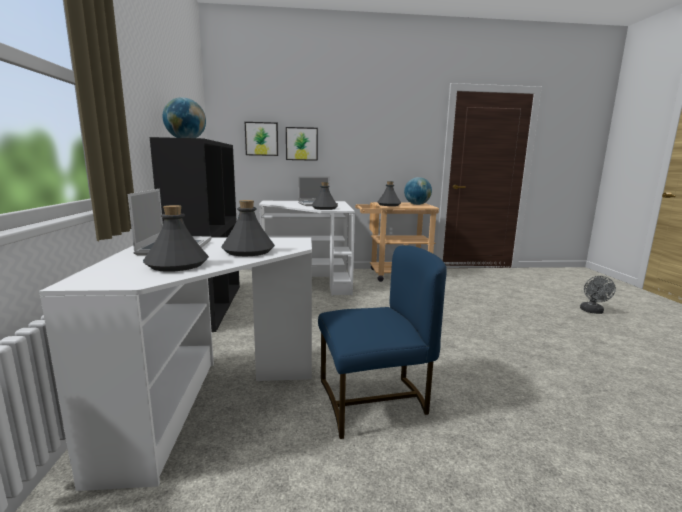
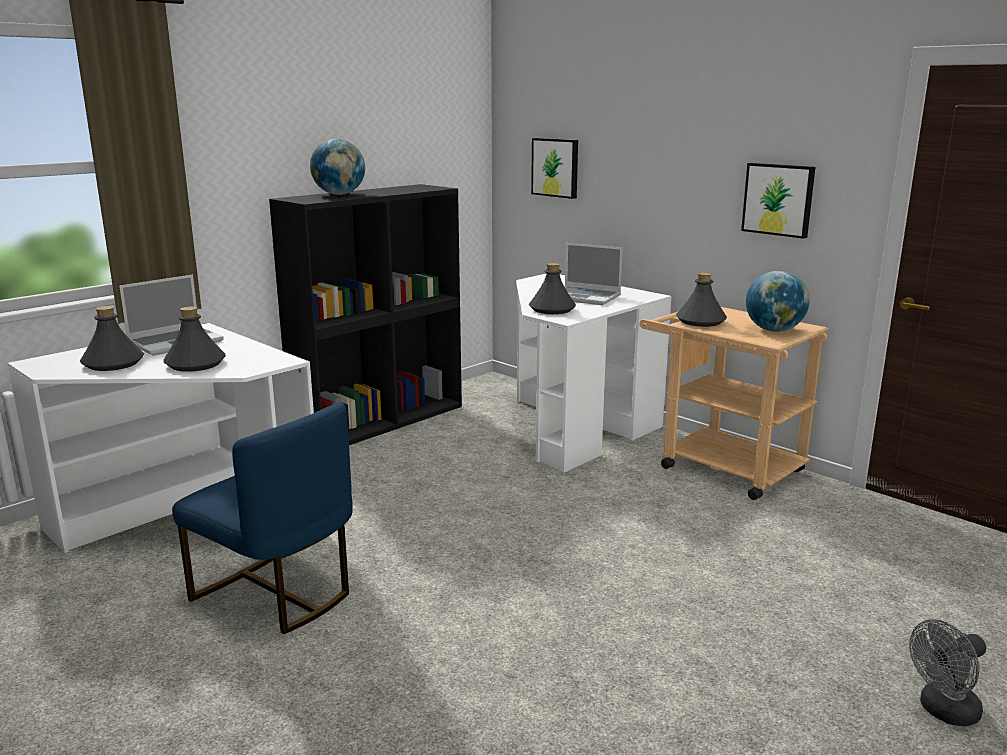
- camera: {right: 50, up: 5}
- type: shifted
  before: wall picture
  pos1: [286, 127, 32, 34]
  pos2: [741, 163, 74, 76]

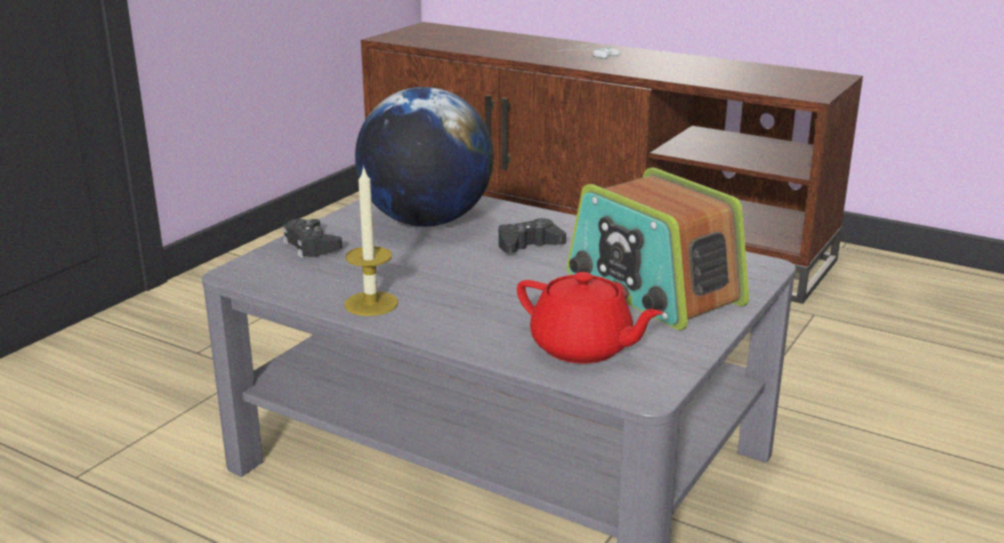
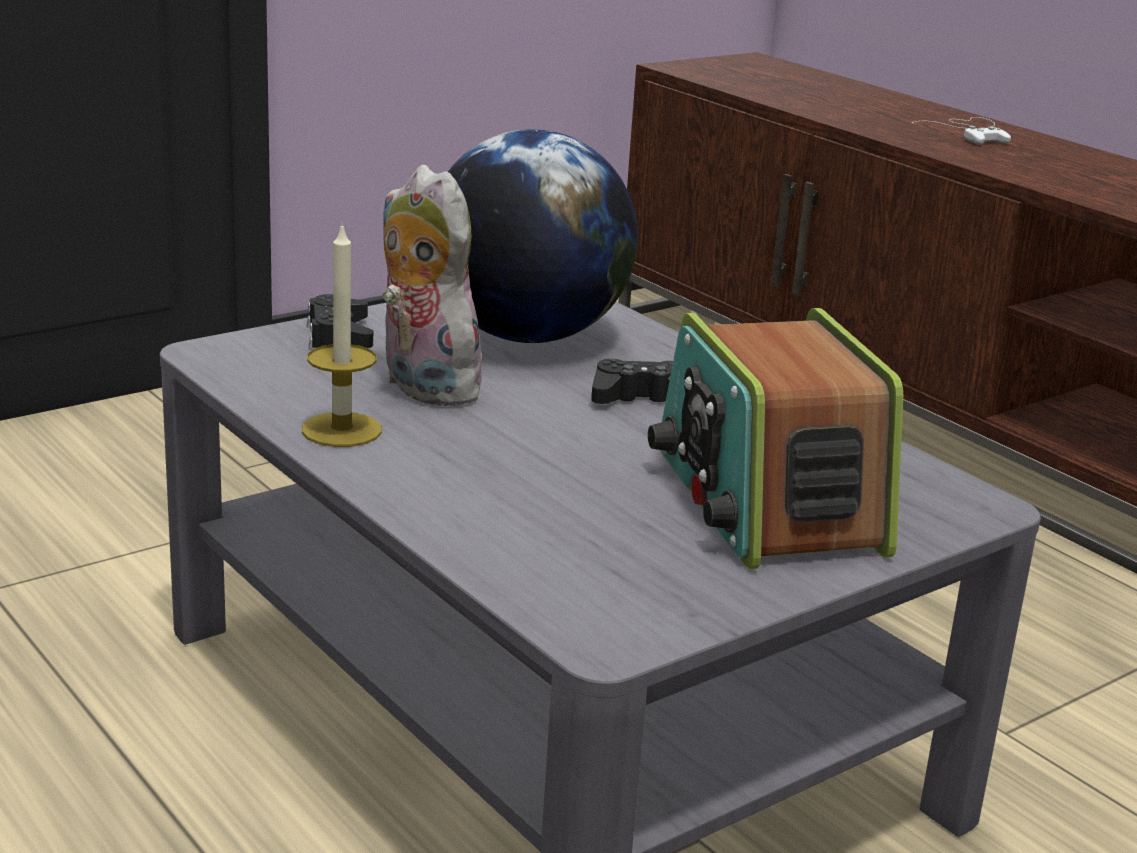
- camera: {right: 20, up: 0}
- type: new
  after: soft toy
  pos2: [382, 165, 109, 241]
- type: gone
  before: tea pot (reddish)
  pos1: [517, 272, 146, 91]

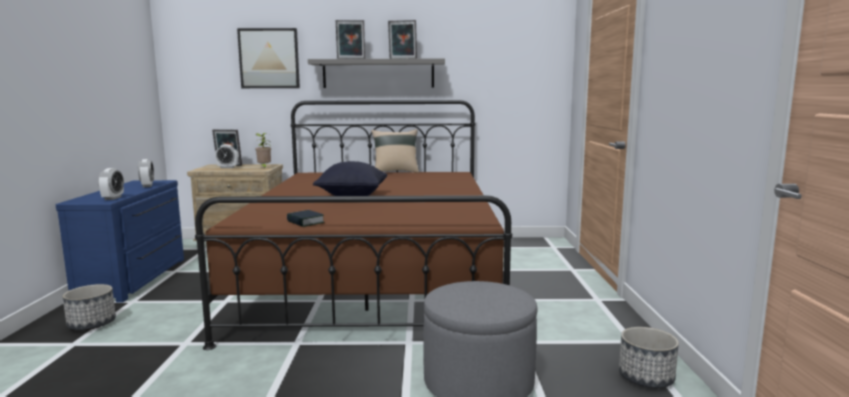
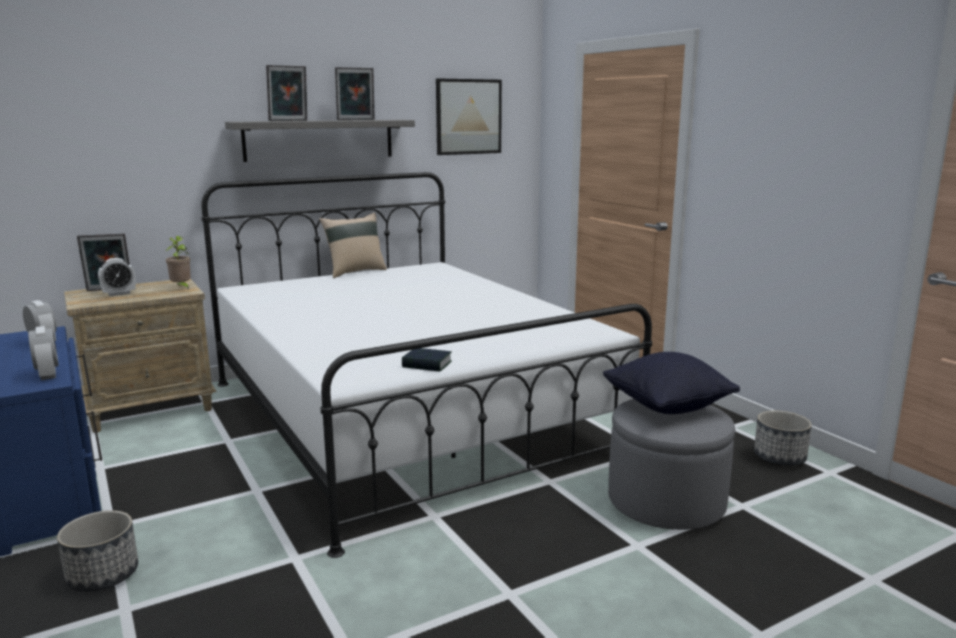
- camera: {right: -30, up: 5}
- type: repainted
  before: bedroom bed (brown)
  after: bedroom bed (white-coloured)
  pos1: [195, 100, 317, 250]
  pos2: [202, 172, 450, 386]
- type: shifted
  before: wall picture
  pos1: [237, 28, 63, 60]
  pos2: [436, 78, 66, 77]
- type: shifted
  before: cushion (blackish)
  pos1: [313, 161, 74, 35]
  pos2: [603, 352, 137, 62]

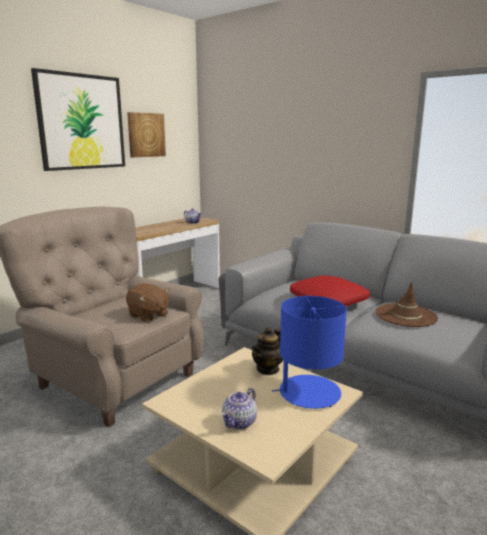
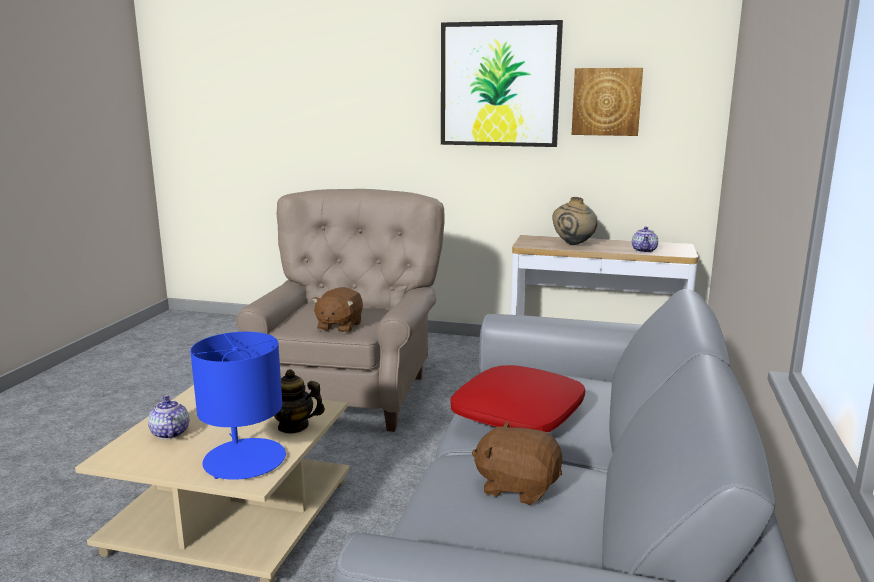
- camera: {right: 65, up: 0}
- type: rotated
  before: tea pot
  pos1: [222, 388, 35, 41]
  pos2: [148, 395, 41, 44]
  turn: 60
- type: swapped
  before: hat (brown)
  after: soft toy (brown)
  pos1: [375, 282, 63, 45]
  pos2: [472, 421, 90, 84]
- type: new
  after: decorative vase (beige-coloured)
  pos2: [552, 197, 46, 48]

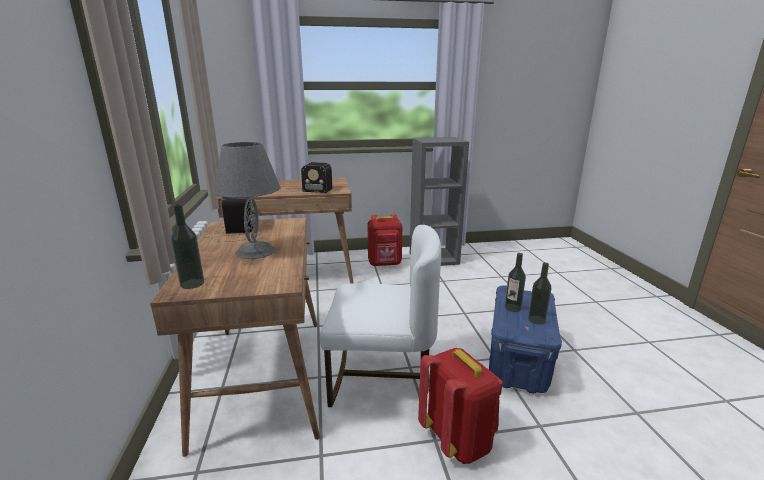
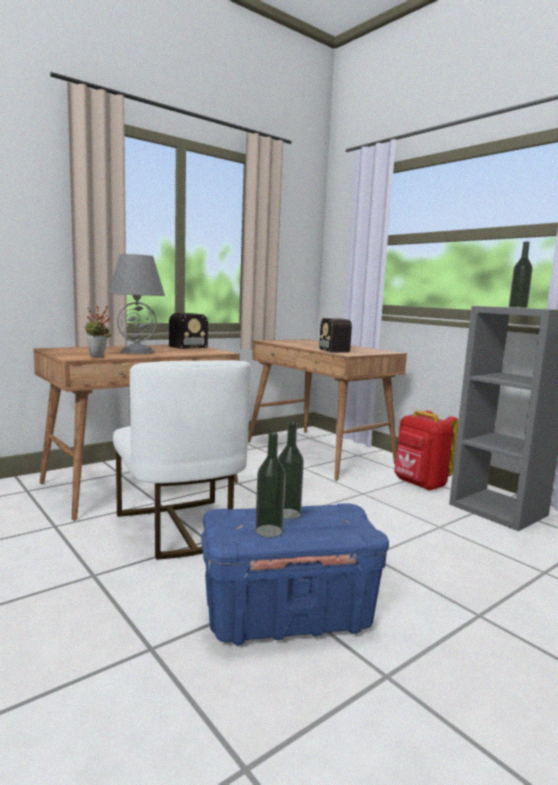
- camera: {right: 60, up: -10}
- type: new
  after: houseplant
  pos2: [85, 305, 26, 53]
- type: shifted
  before: beverage bottle
  pos1: [171, 204, 33, 85]
  pos2: [509, 241, 24, 67]
- type: gone
  before: knapsack (reddish)
  pos1: [418, 348, 84, 116]

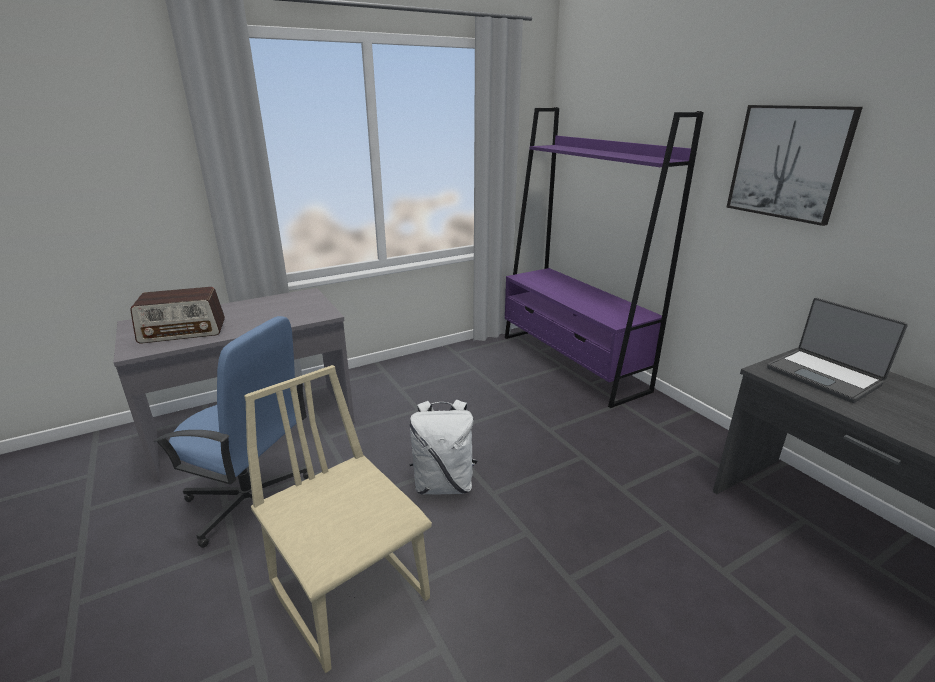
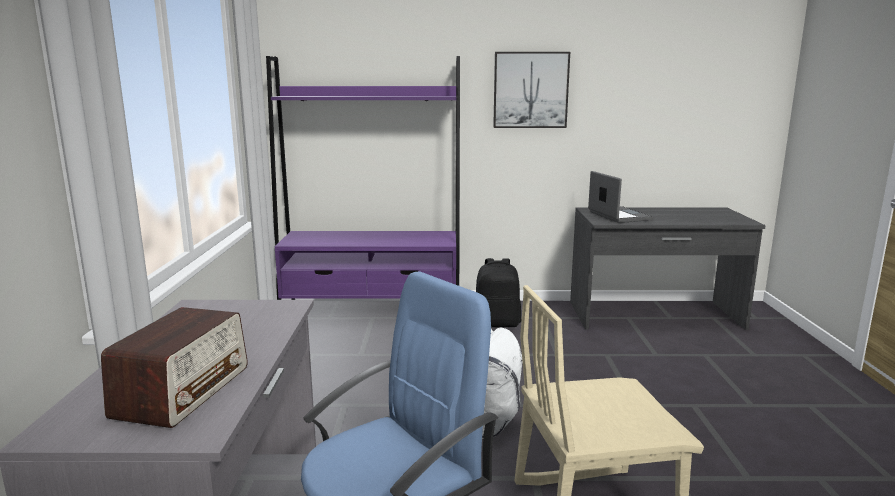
- camera: {right: -60, up: -10}
- type: new
  after: knapsack (blackish)
  pos2: [476, 258, 45, 69]
- type: rotated
  before: laptop
  pos1: [767, 298, 141, 105]
  pos2: [588, 171, 65, 52]
  turn: -105

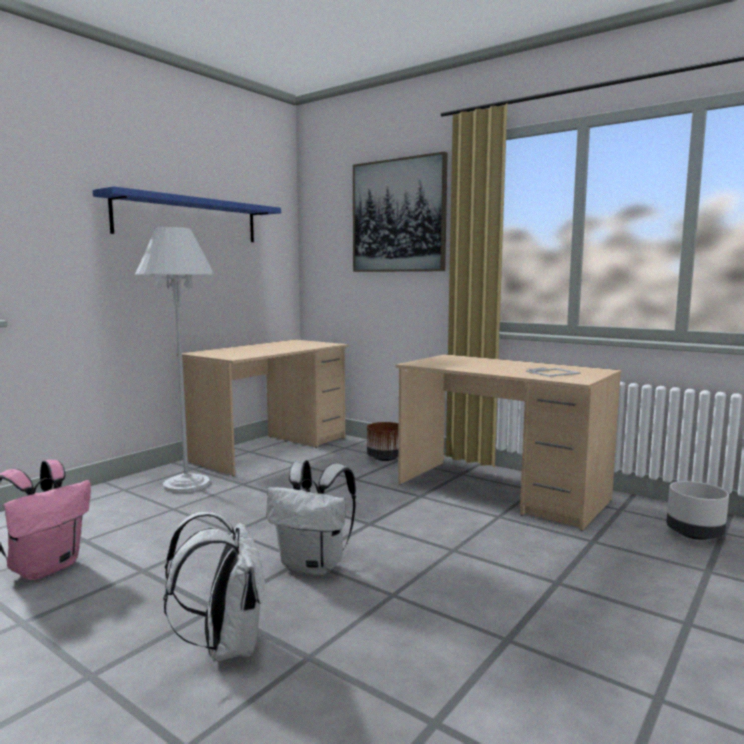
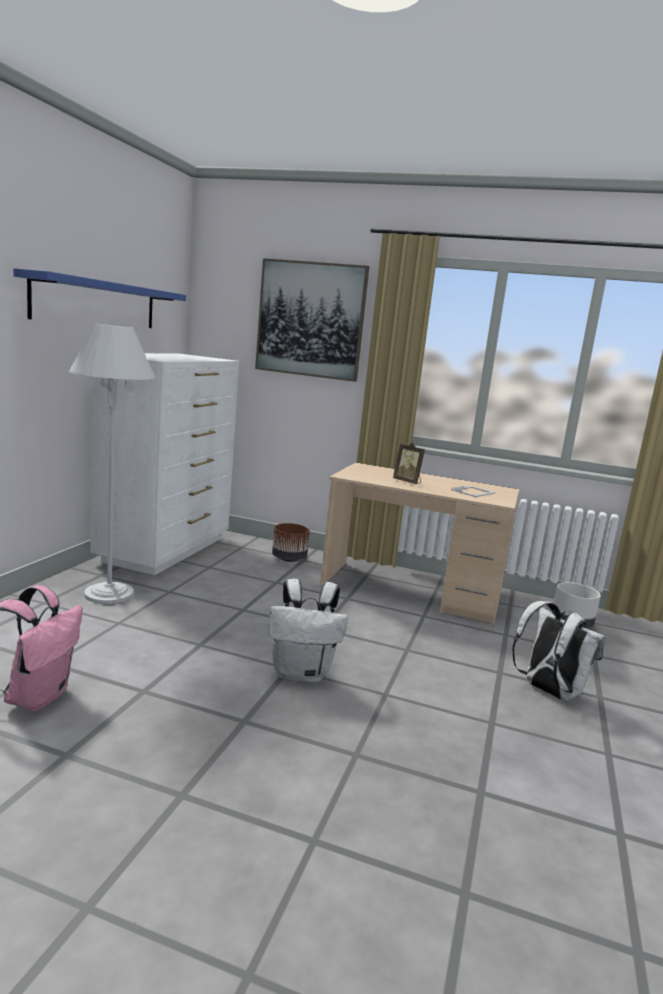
- camera: {right: -20, up: 5}
- type: swapped
  before: desk unit (beige-coloured)
  after: drawer chest (white-coloured)
  pos1: [177, 340, 171, 136]
  pos2: [90, 353, 149, 222]
- type: new
  after: photo frame
  pos2: [393, 442, 32, 42]
- type: shifted
  before: knapsack (white-coloured)
  pos1: [163, 512, 102, 150]
  pos2: [512, 601, 93, 100]

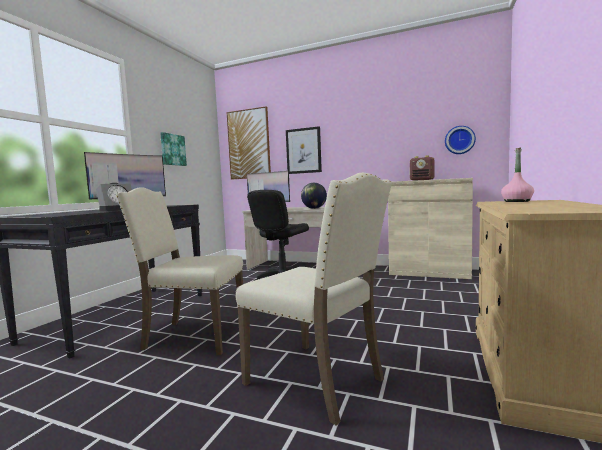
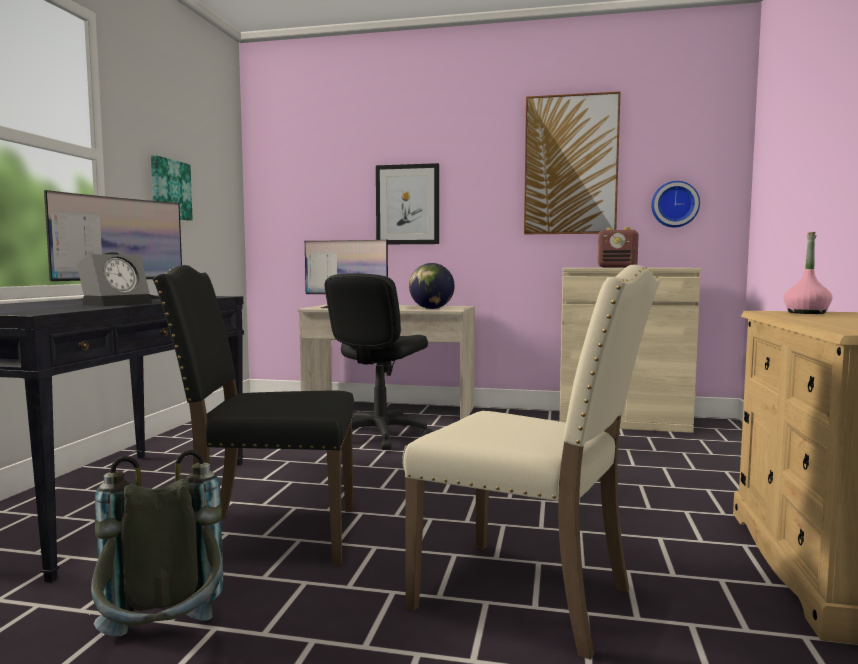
- camera: {right: -10, up: 0}
- type: new
  after: knapsack (grey)
  pos2: [91, 450, 133, 186]
- type: repainted
  before: plain chair (beige-coloured)
  after: plain chair (blackish)
  pos1: [116, 187, 127, 168]
  pos2: [153, 265, 201, 300]
- type: shifted
  before: wall picture
  pos1: [227, 107, 44, 73]
  pos2: [524, 92, 97, 142]

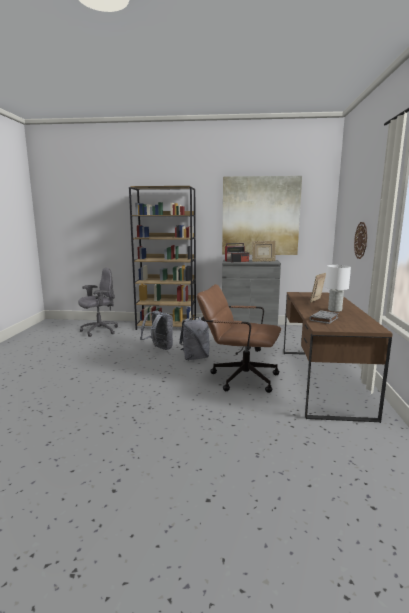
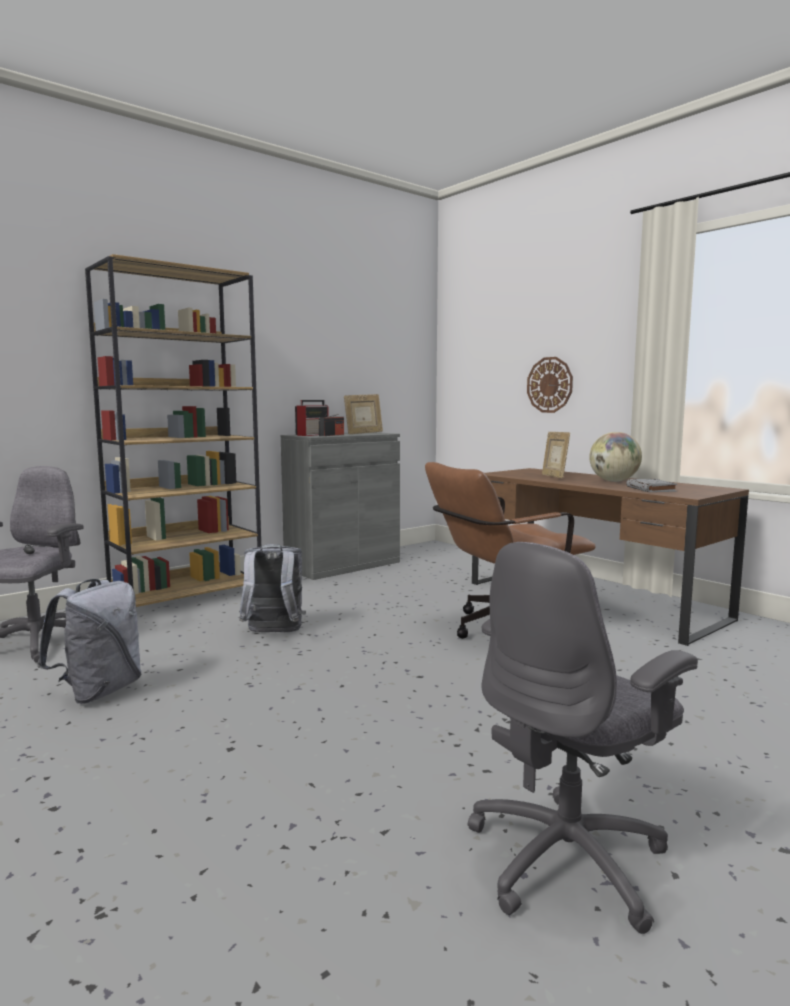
- camera: {right: -45, up: -5}
- type: shifted
  before: knapsack (grey)
  pos1: [179, 317, 30, 43]
  pos2: [37, 579, 105, 125]
- type: new
  after: office chair (grey)
  pos2: [467, 542, 231, 392]
- type: swapped
  before: tabletop lamp (white-coloured)
  after: world globe
  pos1: [325, 265, 26, 47]
  pos2: [589, 432, 53, 50]
- type: gone
  before: wall picture
  pos1: [222, 176, 80, 79]

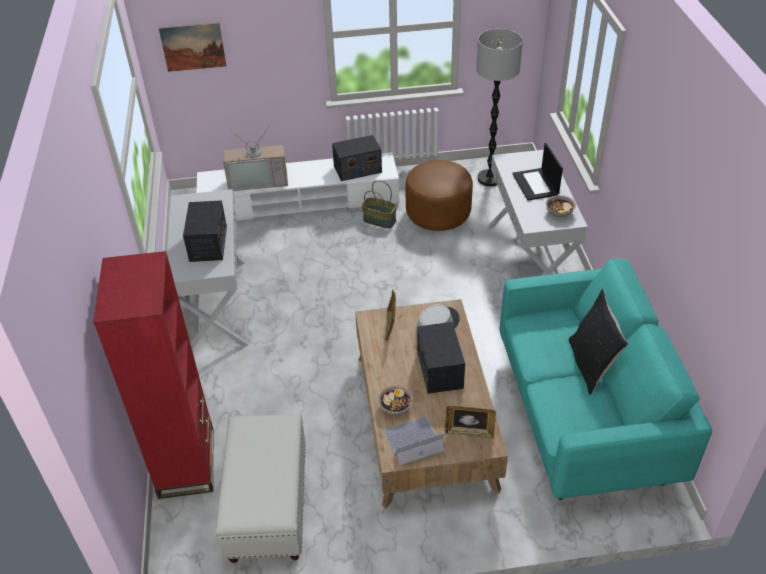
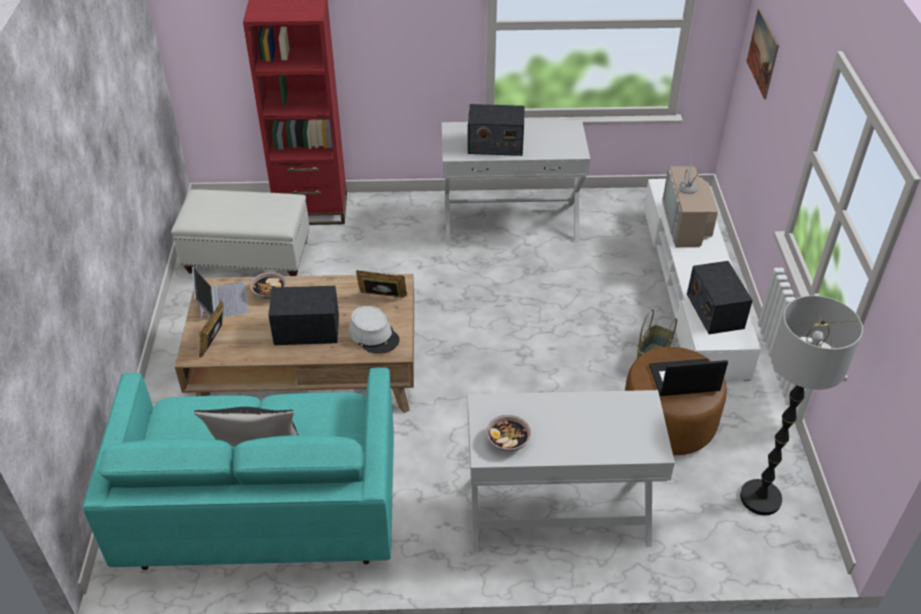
- camera: {right: 95, up: 0}
- type: shifted
  before: laptop
  pos1: [512, 143, 51, 57]
  pos2: [649, 359, 79, 37]

